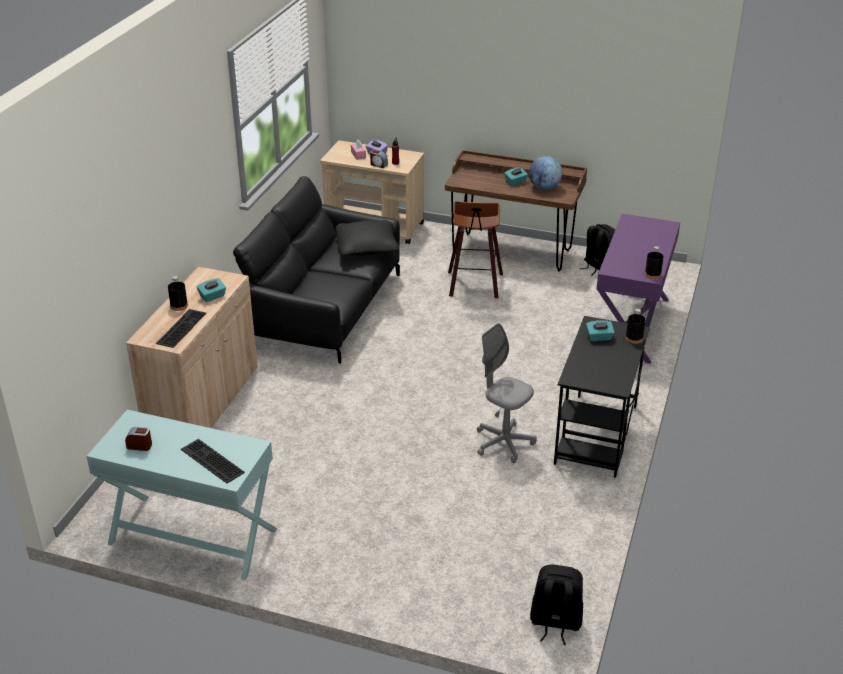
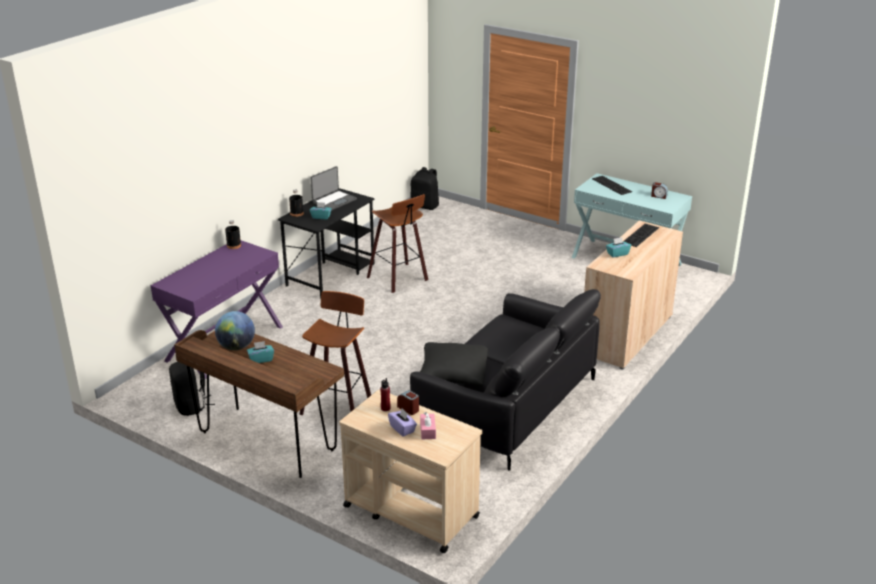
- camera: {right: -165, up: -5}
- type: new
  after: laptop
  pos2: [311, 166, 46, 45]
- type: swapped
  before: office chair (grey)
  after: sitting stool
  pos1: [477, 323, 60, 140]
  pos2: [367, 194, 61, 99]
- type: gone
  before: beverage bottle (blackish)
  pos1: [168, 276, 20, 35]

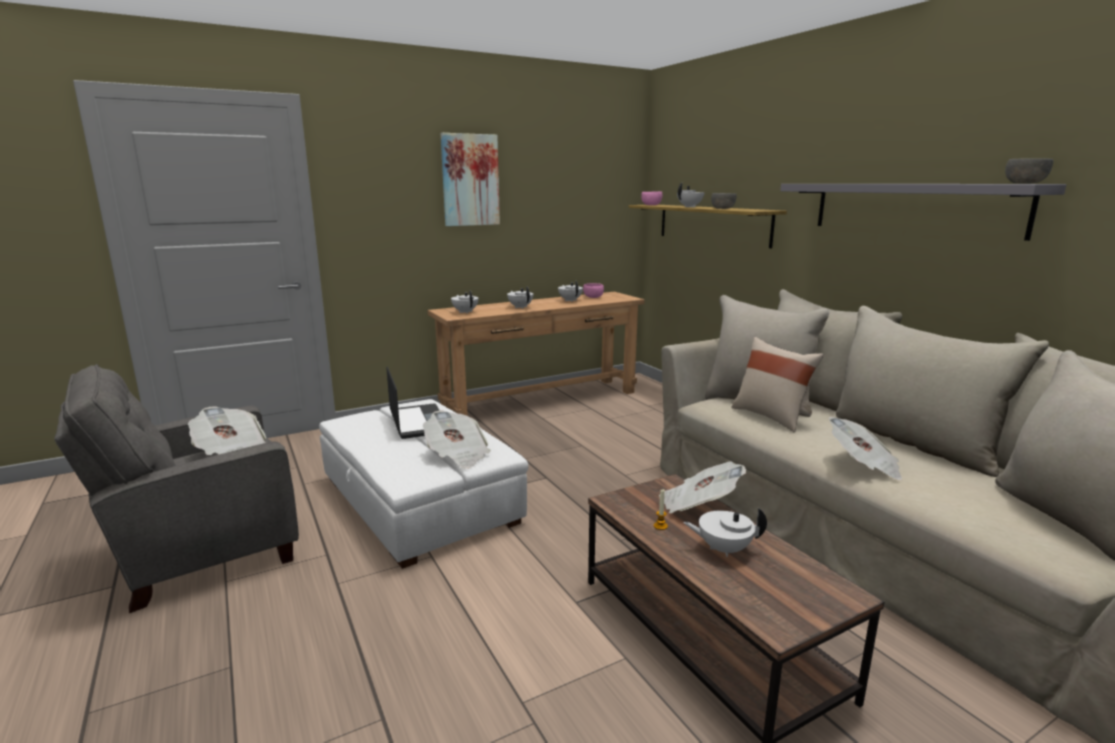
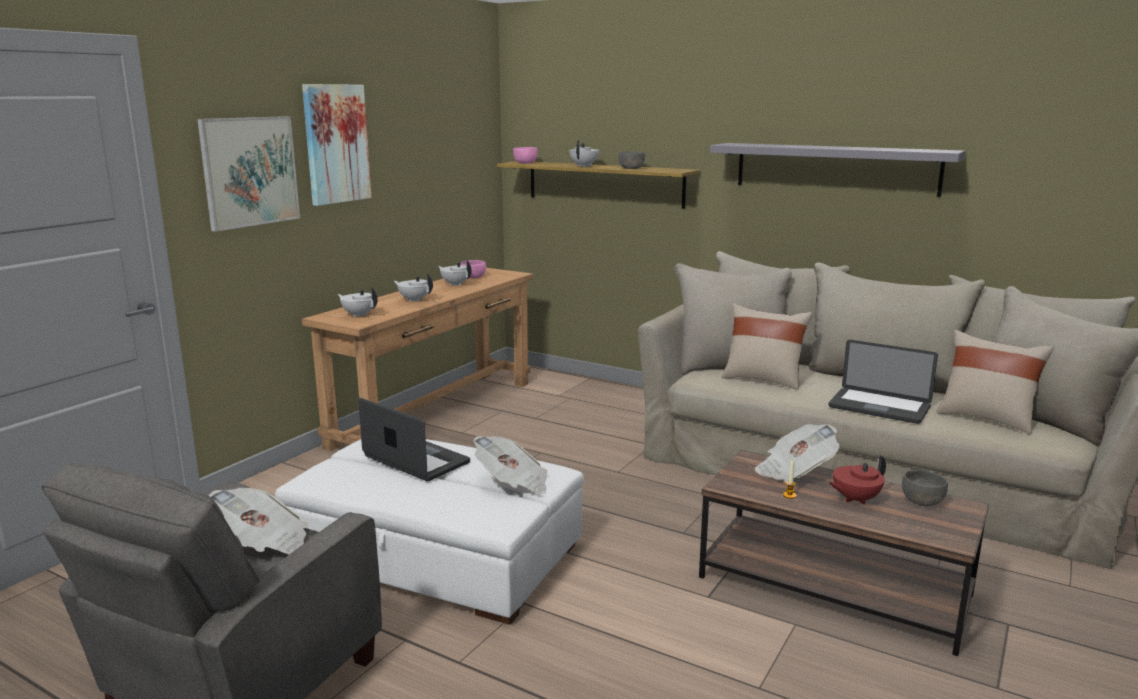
- camera: {right: -30, up: 0}
- type: new
  after: wall picture
  pos2: [197, 116, 103, 116]
- type: swapped
  before: newspaper
  after: laptop
  pos1: [828, 416, 74, 65]
  pos2: [828, 340, 110, 84]
- type: repainted
  before: tea pot (white-coloured)
  after: tea pot (reddish)
  pos1: [683, 508, 84, 49]
  pos2: [828, 455, 58, 49]
- type: shifted
  before: deep dish (grey)
  pos1: [1005, 158, 48, 26]
  pos2: [902, 470, 46, 36]
- type: new
  after: cushion (beige-coloured)
  pos2: [936, 330, 118, 104]

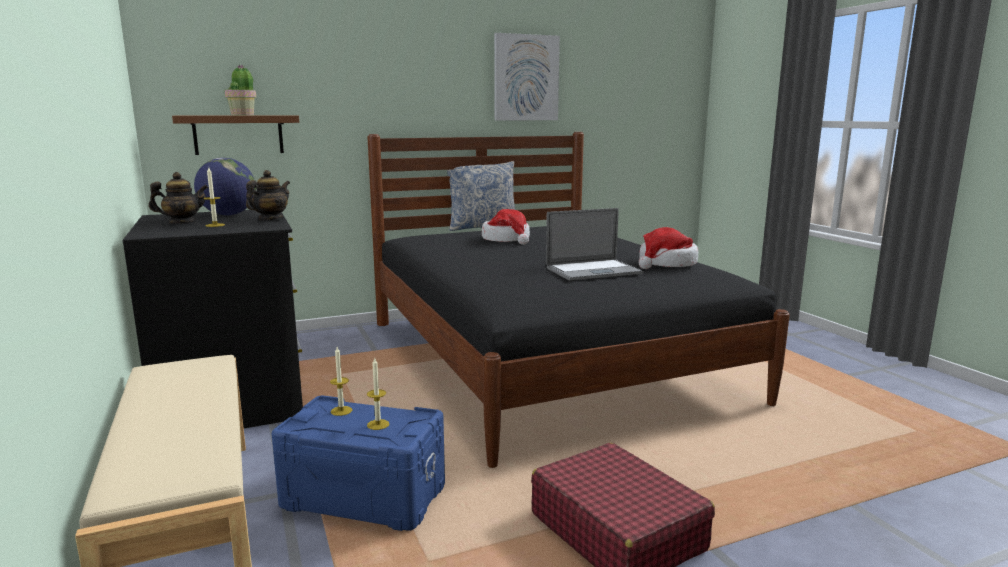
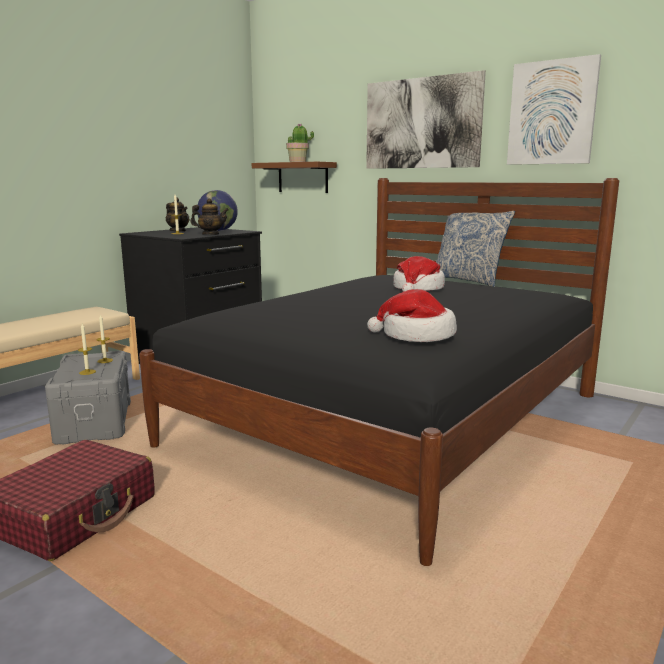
- camera: {right: 60, up: 0}
- type: repainted
  before: storage box (bluish)
  after: storage box (grey)
  pos1: [272, 395, 173, 136]
  pos2: [45, 351, 86, 94]
- type: new
  after: wall picture
  pos2: [366, 70, 120, 99]
- type: gone
  before: laptop
  pos1: [546, 208, 97, 72]

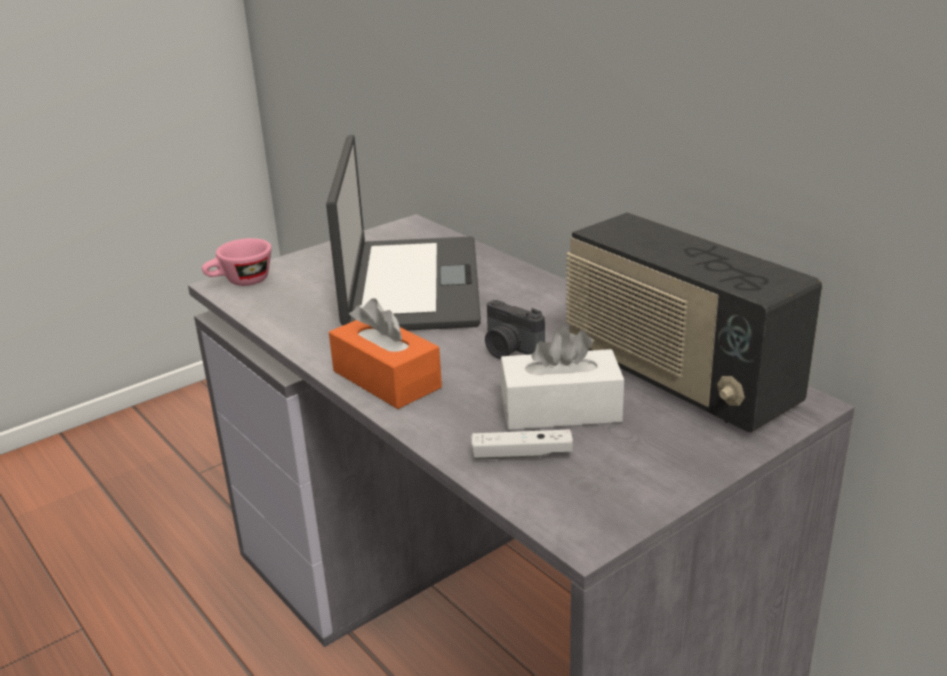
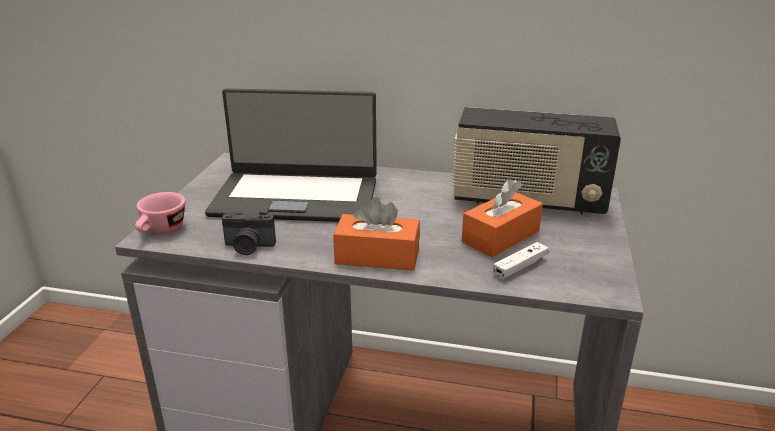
- camera: {right: -40, up: 0}
- type: rotated
  before: laptop
  pos1: [326, 135, 155, 196]
  pos2: [205, 88, 172, 134]
  turn: 135
- type: shifted
  before: photo camera
  pos1: [485, 300, 60, 59]
  pos2: [222, 211, 54, 44]
- type: repainted
  before: tissue holder (white-coloured)
  after: tissue holder (orange)
  pos1: [500, 326, 124, 104]
  pos2: [462, 179, 81, 78]

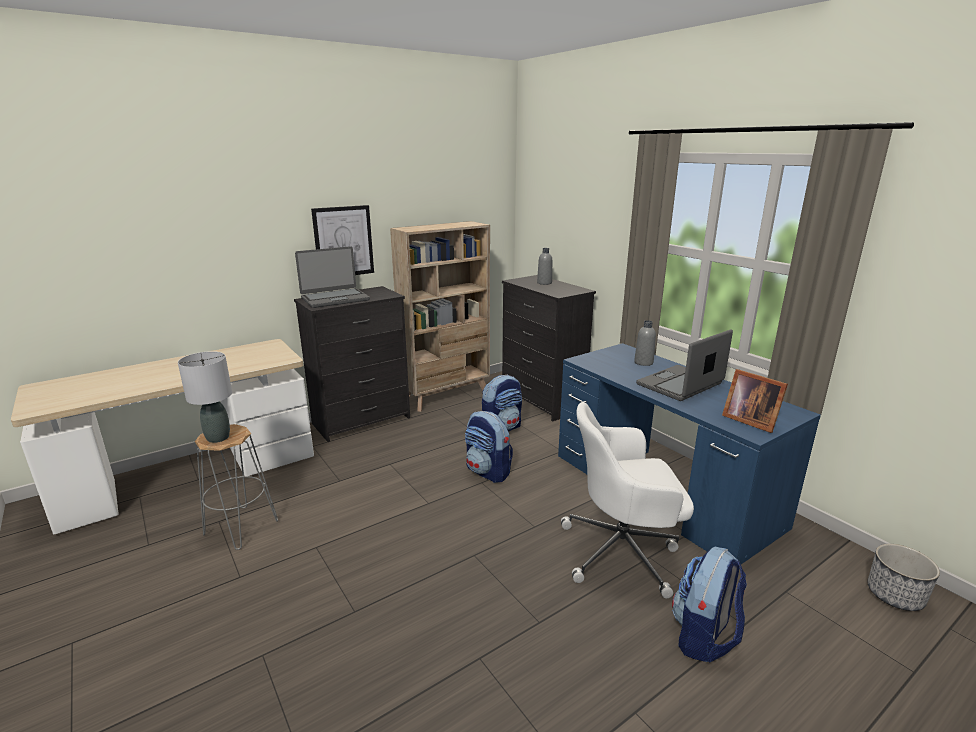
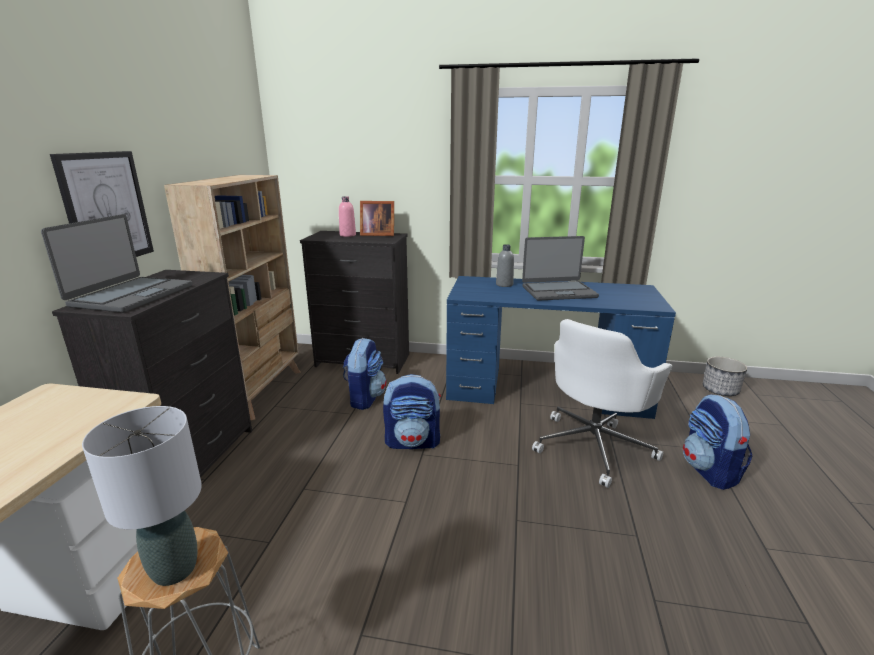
- camera: {right: -45, up: 0}
- type: repainted
  before: beverage bottle (grey)
  after: beverage bottle (pink-coloured)
  pos1: [537, 248, 15, 37]
  pos2: [339, 196, 17, 41]
- type: shifted
  before: photo frame
  pos1: [722, 369, 66, 64]
  pos2: [360, 201, 34, 35]
- type: rotated
  before: laptop
  pos1: [636, 329, 97, 72]
  pos2: [522, 236, 77, 65]
  turn: -105

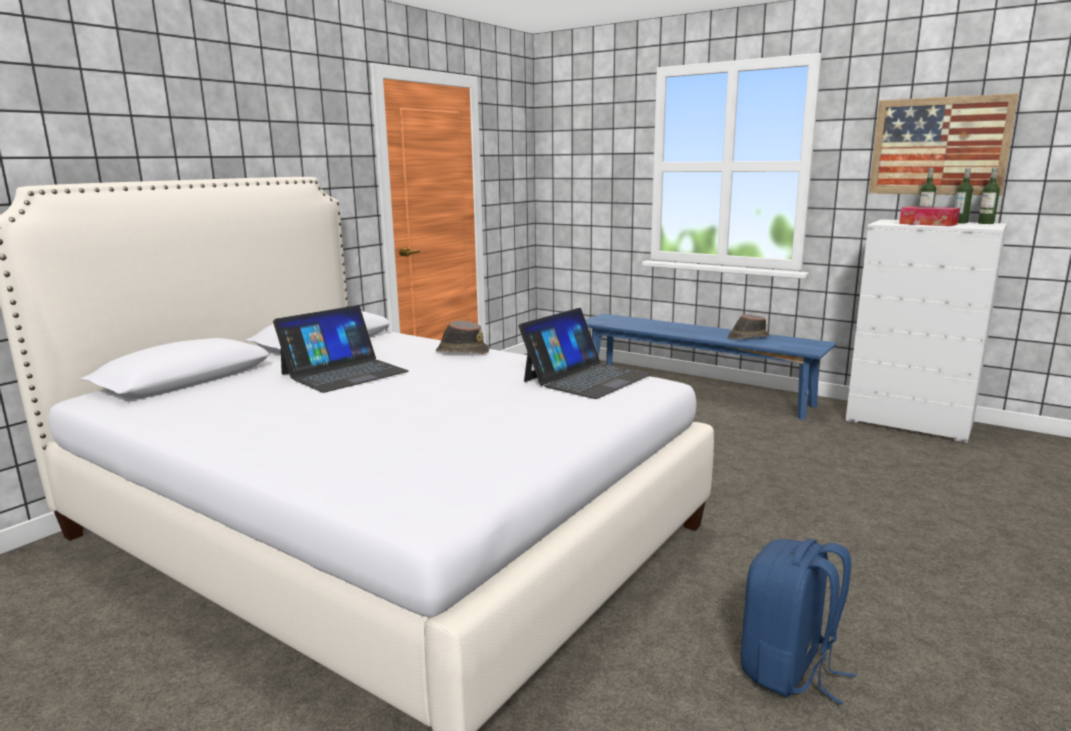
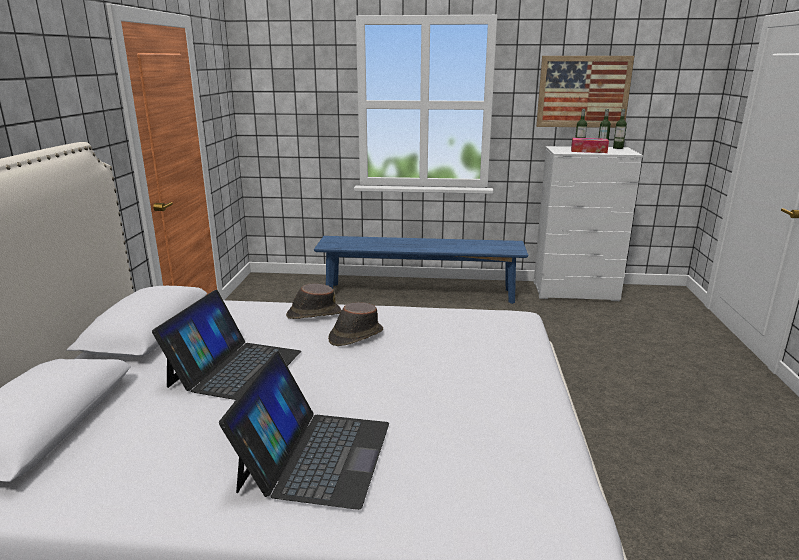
- camera: {right: -30, up: 5}
- type: shifted
  before: laptop
  pos1: [519, 308, 133, 91]
  pos2: [219, 351, 170, 159]
- type: shifted
  before: hat (brown)
  pos1: [728, 314, 42, 25]
  pos2: [328, 302, 55, 44]
- type: gone
  before: knapsack (bluish)
  pos1: [741, 539, 115, 166]

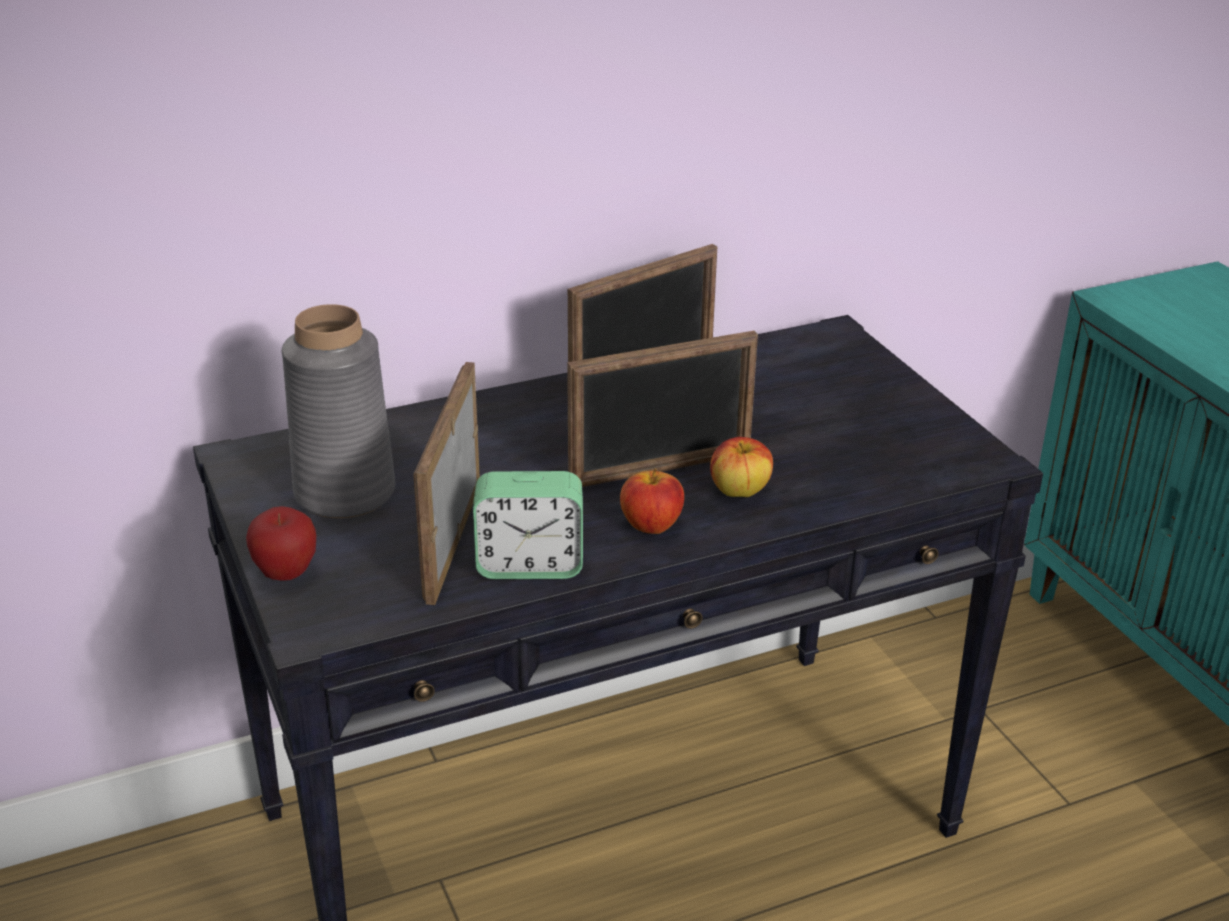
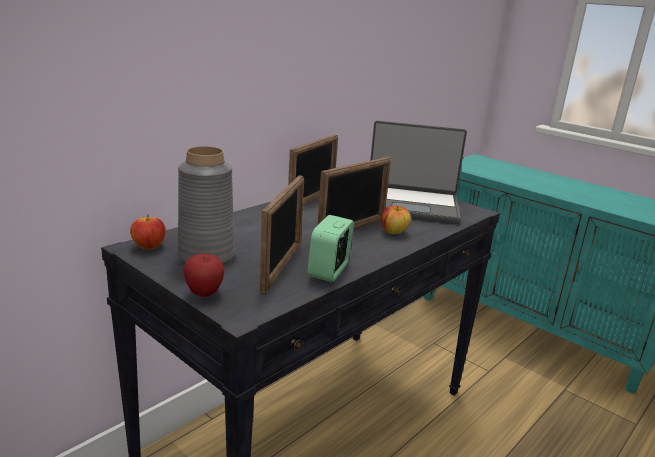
- camera: {right: -25, up: -10}
- type: shifted
  before: apple fruit
  pos1: [620, 468, 64, 66]
  pos2: [130, 214, 36, 35]
- type: rotated
  before: photo frame
  pos1: [413, 362, 67, 243]
  pos2: [260, 176, 44, 118]
  turn: -150
- type: rotated
  before: alarm clock
  pos1: [473, 471, 110, 108]
  pos2: [307, 215, 47, 67]
  turn: 135
- type: new
  after: laptop
  pos2: [370, 120, 97, 104]

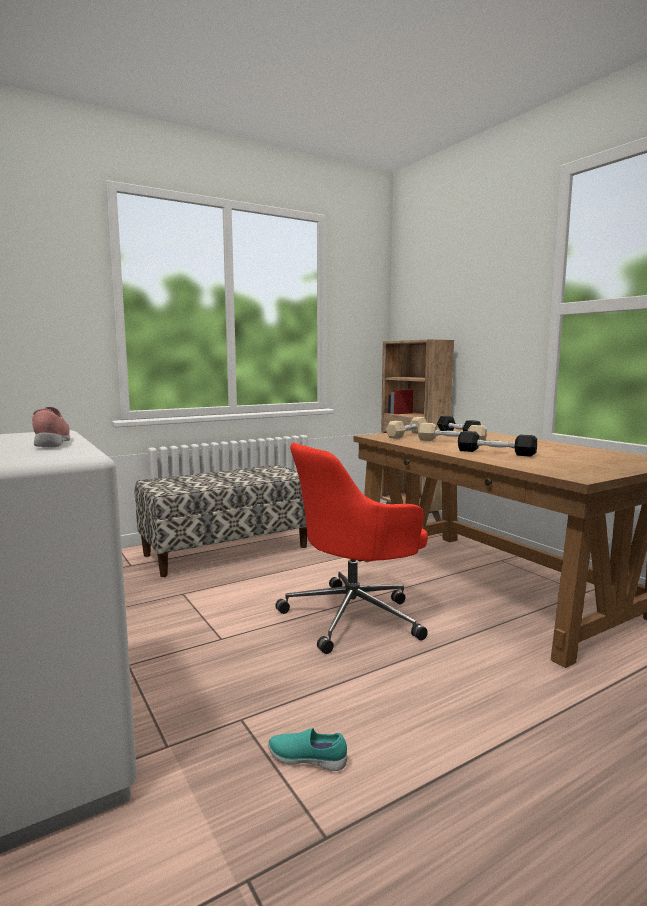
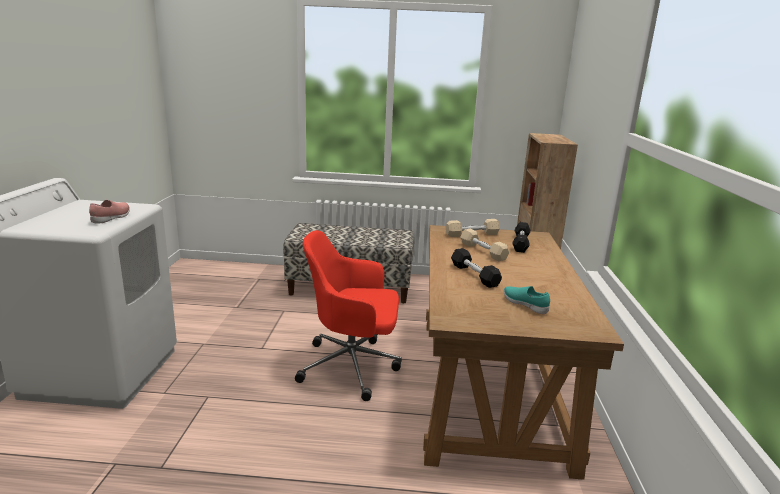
- camera: {right: 35, up: 10}
- type: shifted
  before: item of footwear (turquoise)
  pos1: [268, 728, 79, 43]
  pos2: [504, 286, 46, 28]

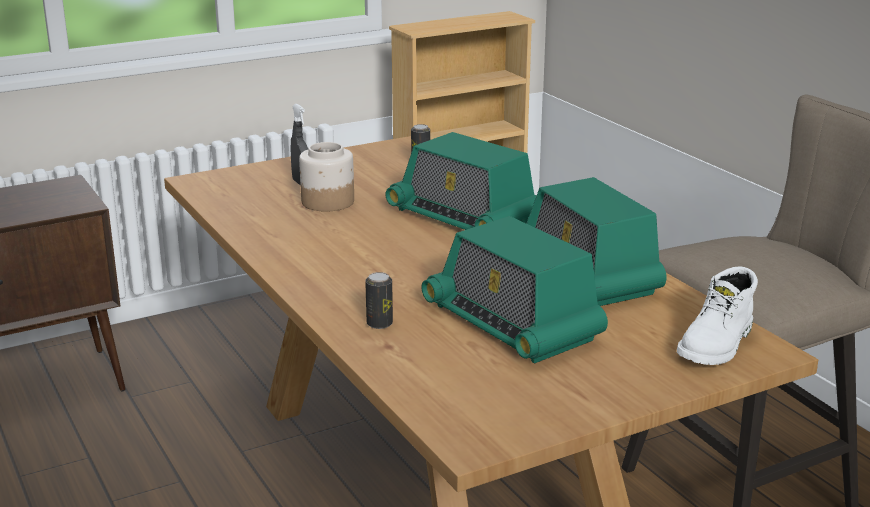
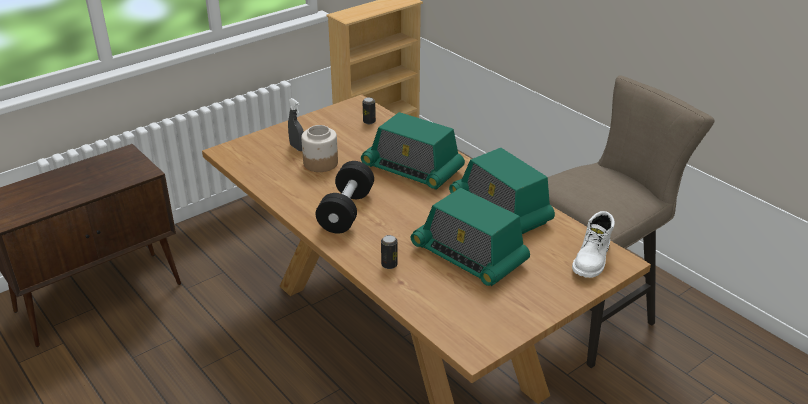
- camera: {right: -10, up: 10}
- type: new
  after: free weight (blackish)
  pos2: [316, 161, 58, 73]

